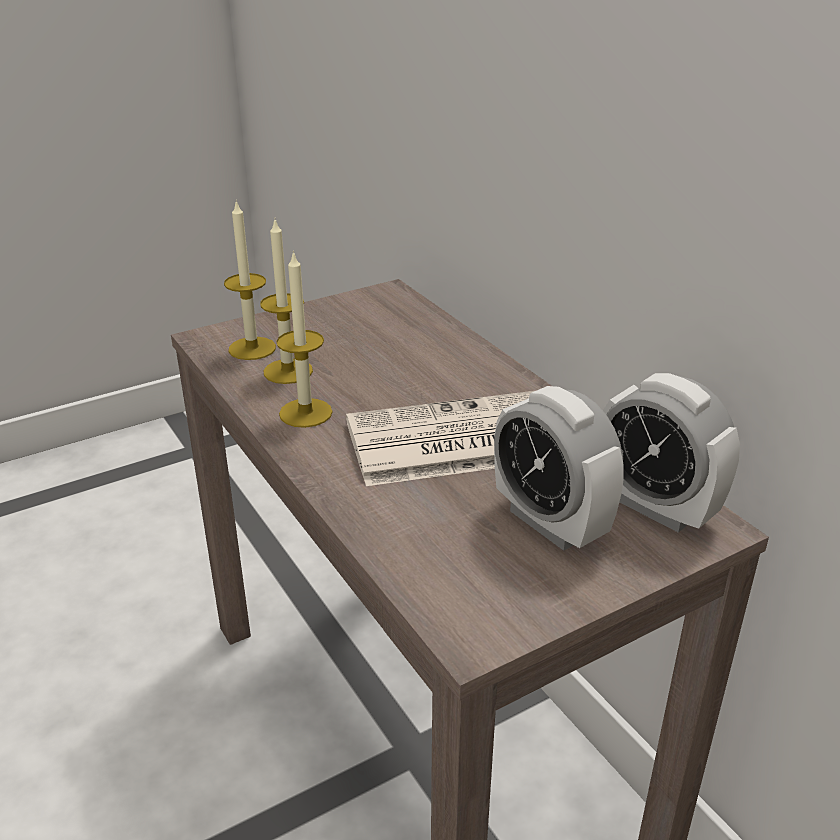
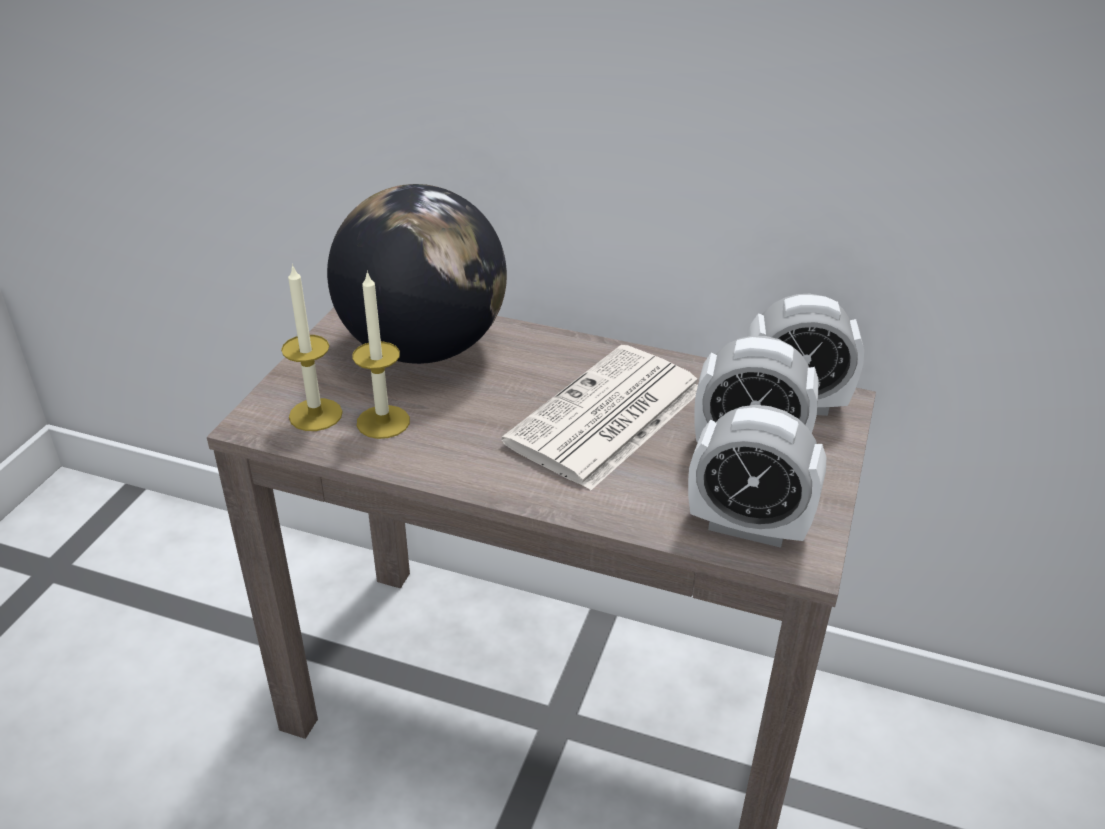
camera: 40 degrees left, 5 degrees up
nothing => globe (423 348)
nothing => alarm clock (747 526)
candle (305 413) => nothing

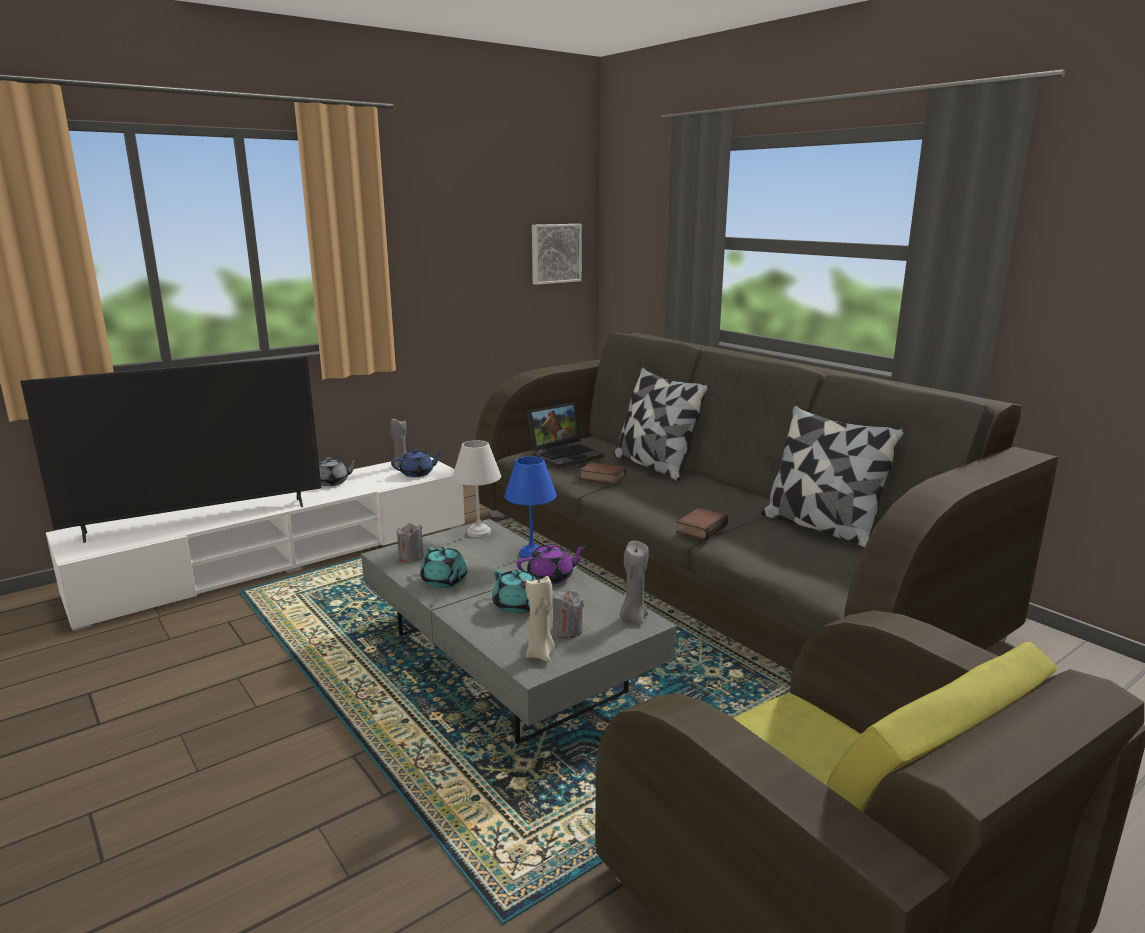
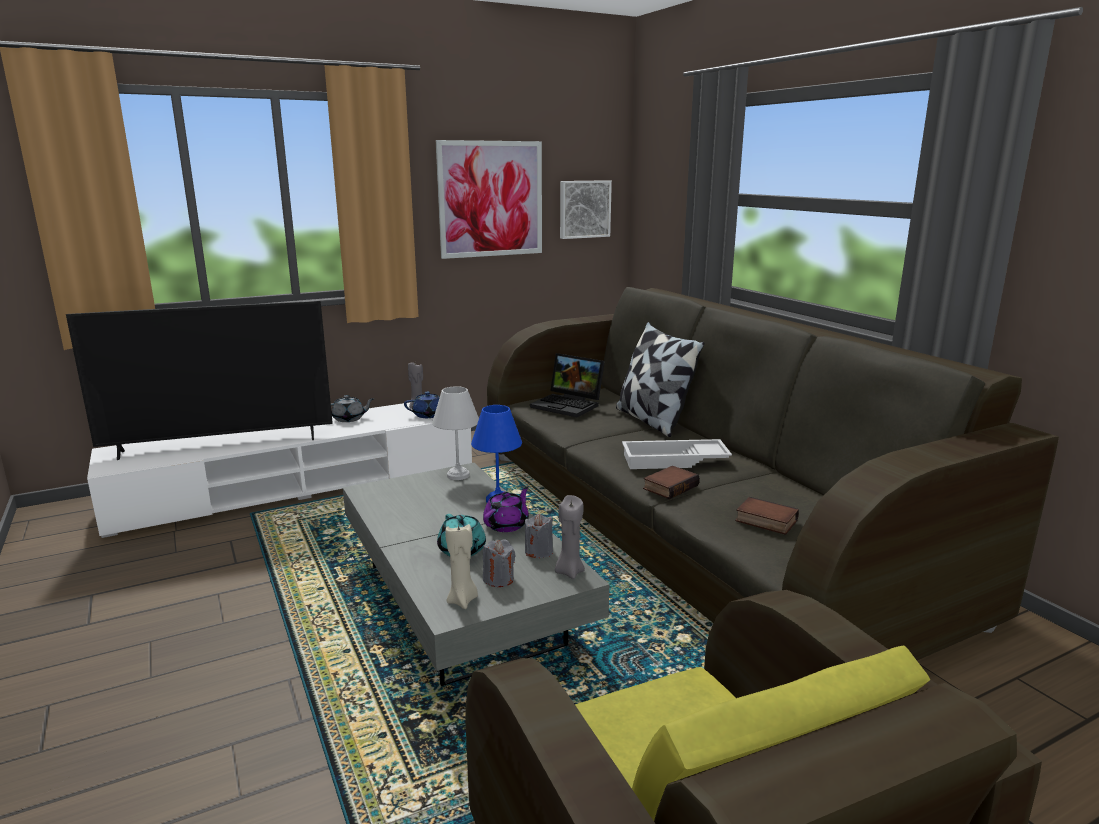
camera: 10 degrees right, 0 degrees up
nothing => picture (491 199)
teapot in purple (551 577) => teapot in purple (507 524), 45 degrees counterclockwise
candle in grey (411 557) => candle in grey (538 551), moved
laptop (565 455) => laptop (569 405), 60 degrees clockwise
nothing => tray in white (674 461)
book (601 478) => book (764 521), moved
teapot in turquoise (444 581) => nothing
pillow (821 527) => nothing

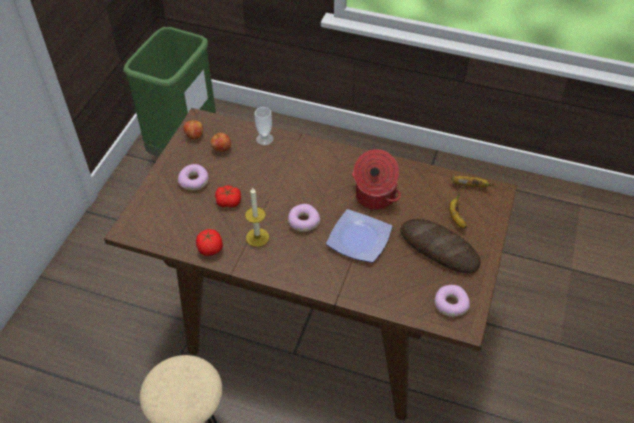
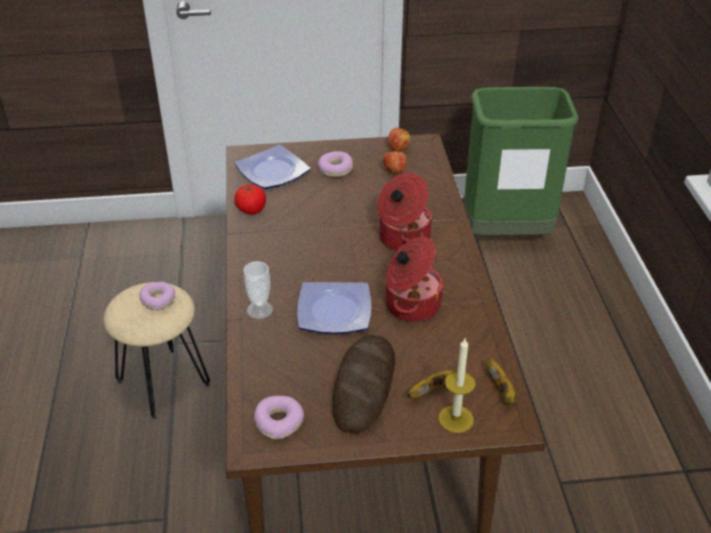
camera: 65 degrees right, 10 degrees down
donut (303 221) => donut (157 300), moved
nothing => plate (272 172)
cup (264 139) => cup (260 310), moved
nothing => cooking pot (403 238)
candle (257 237) => candle (456 419), moved
tomato (228 201) => nothing

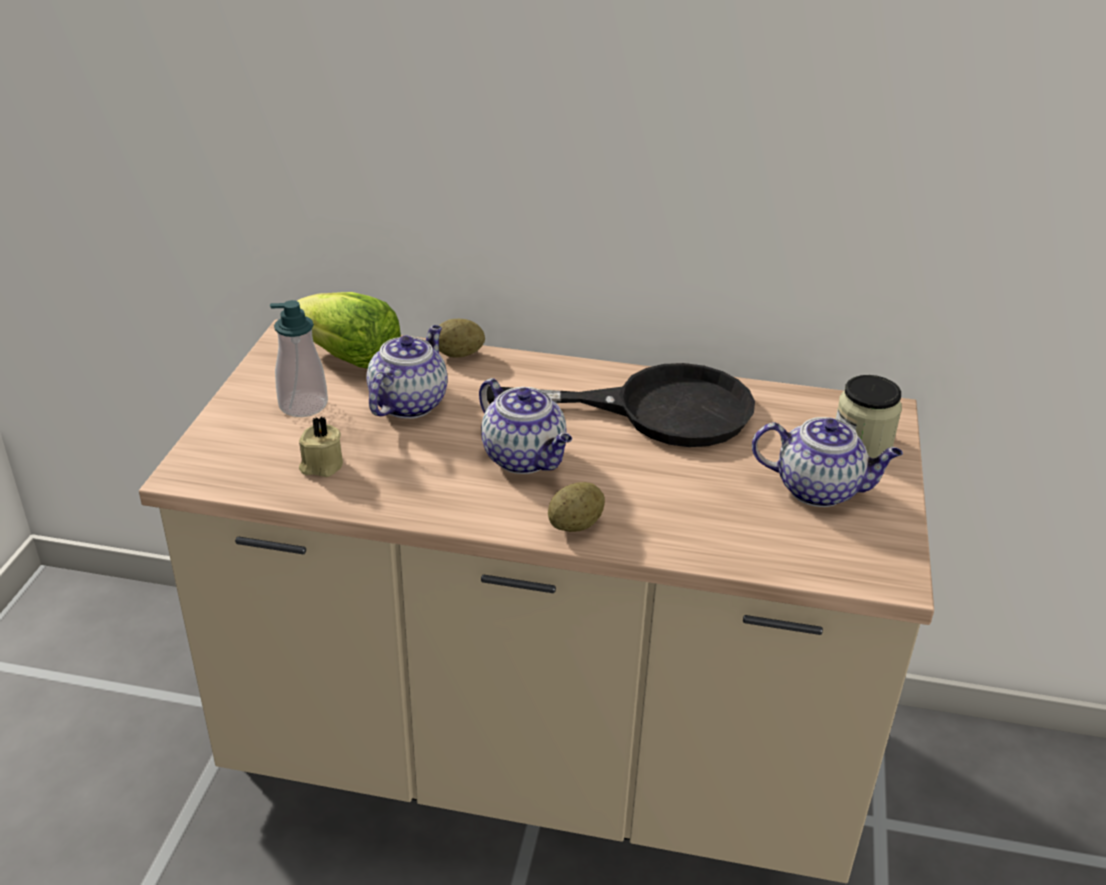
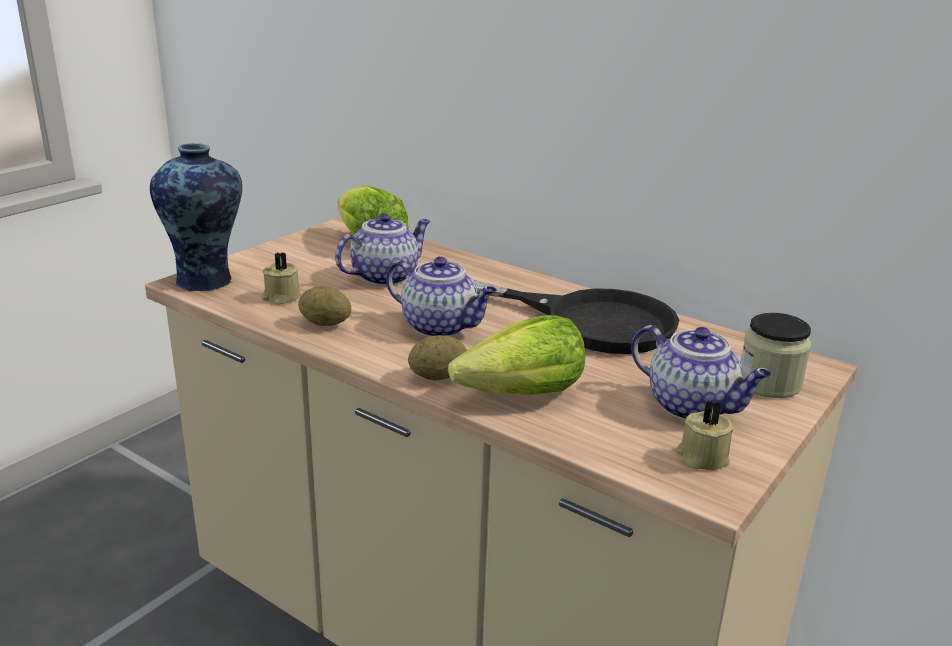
camera: 25 degrees right, 10 degrees down
nothing => vase (207 281)
potato (458 354) => potato (325 324), moved
teapot (525 458) => teapot (441 327), 45 degrees counterclockwise
nothing => lettuce (523 395)
nothing => candle in beige (701 457)
soap dispenser (303 405) => nothing

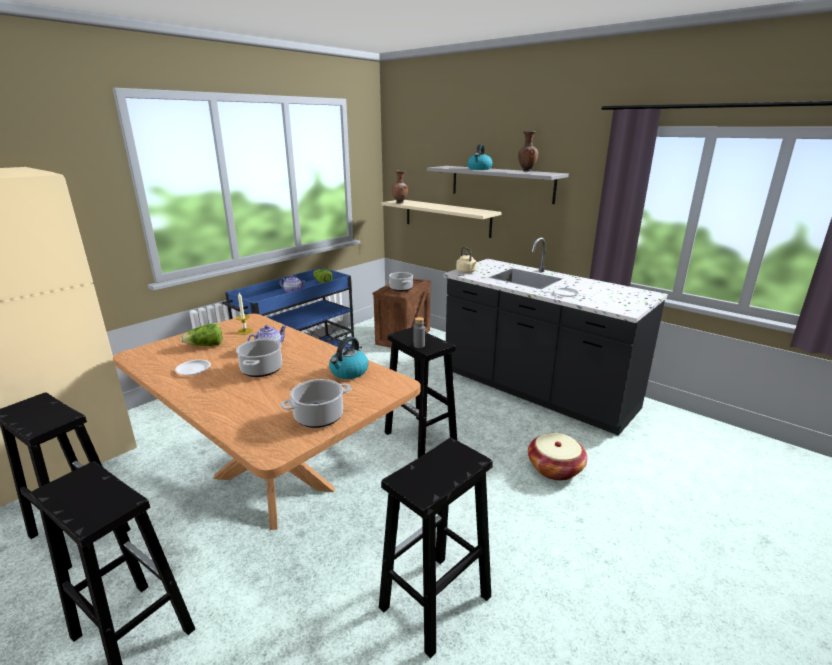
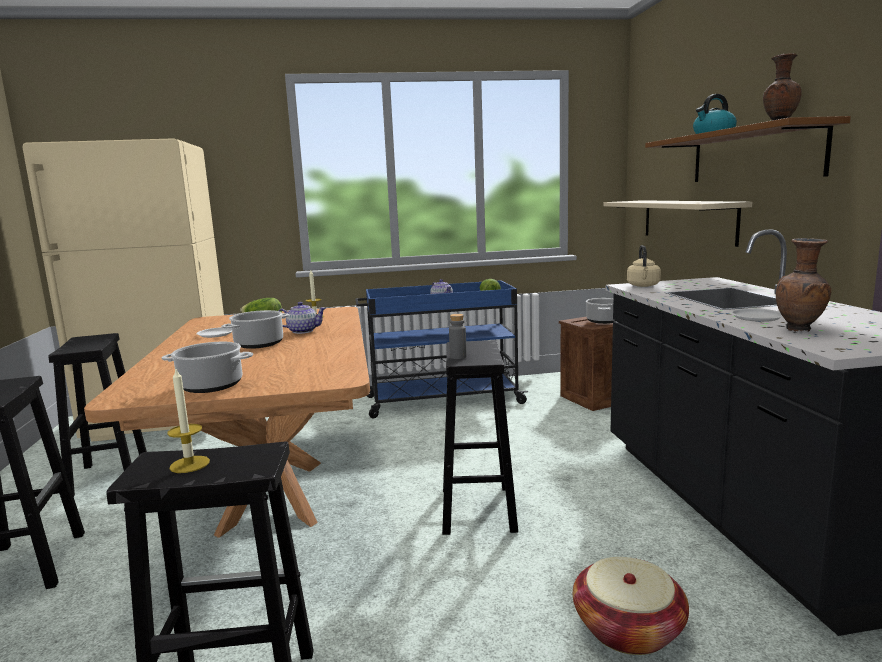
camera: 40 degrees right, 10 degrees down
nothing => candle (189 464)
shelf in grey (501 184) => shelf in brown (753 155)
vase in brown (400 203) => vase in brown (800 330), moved
kettle (348 372) => nothing

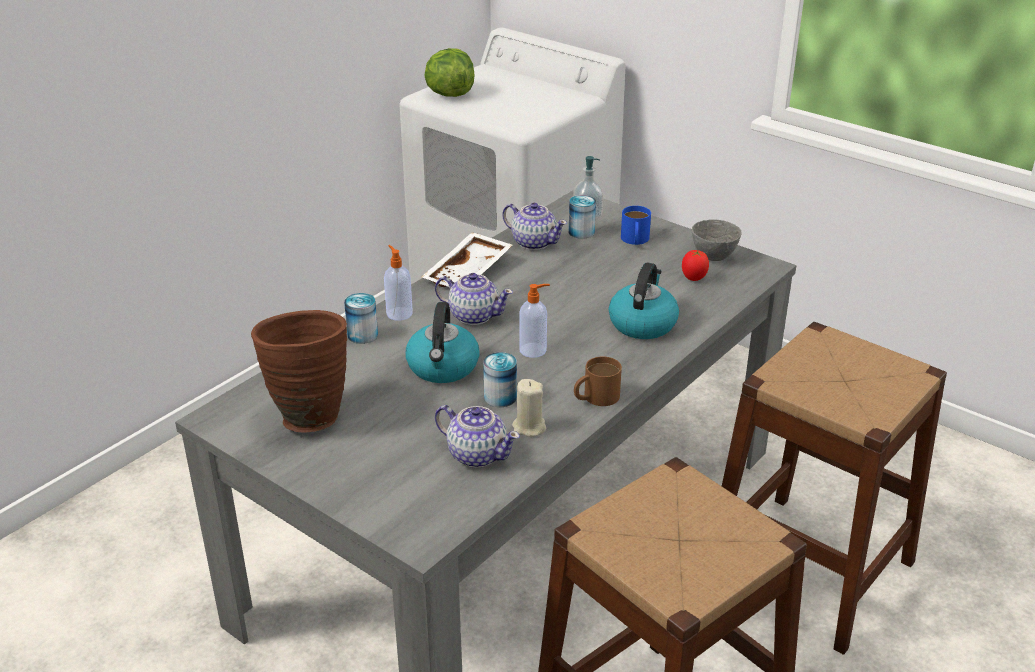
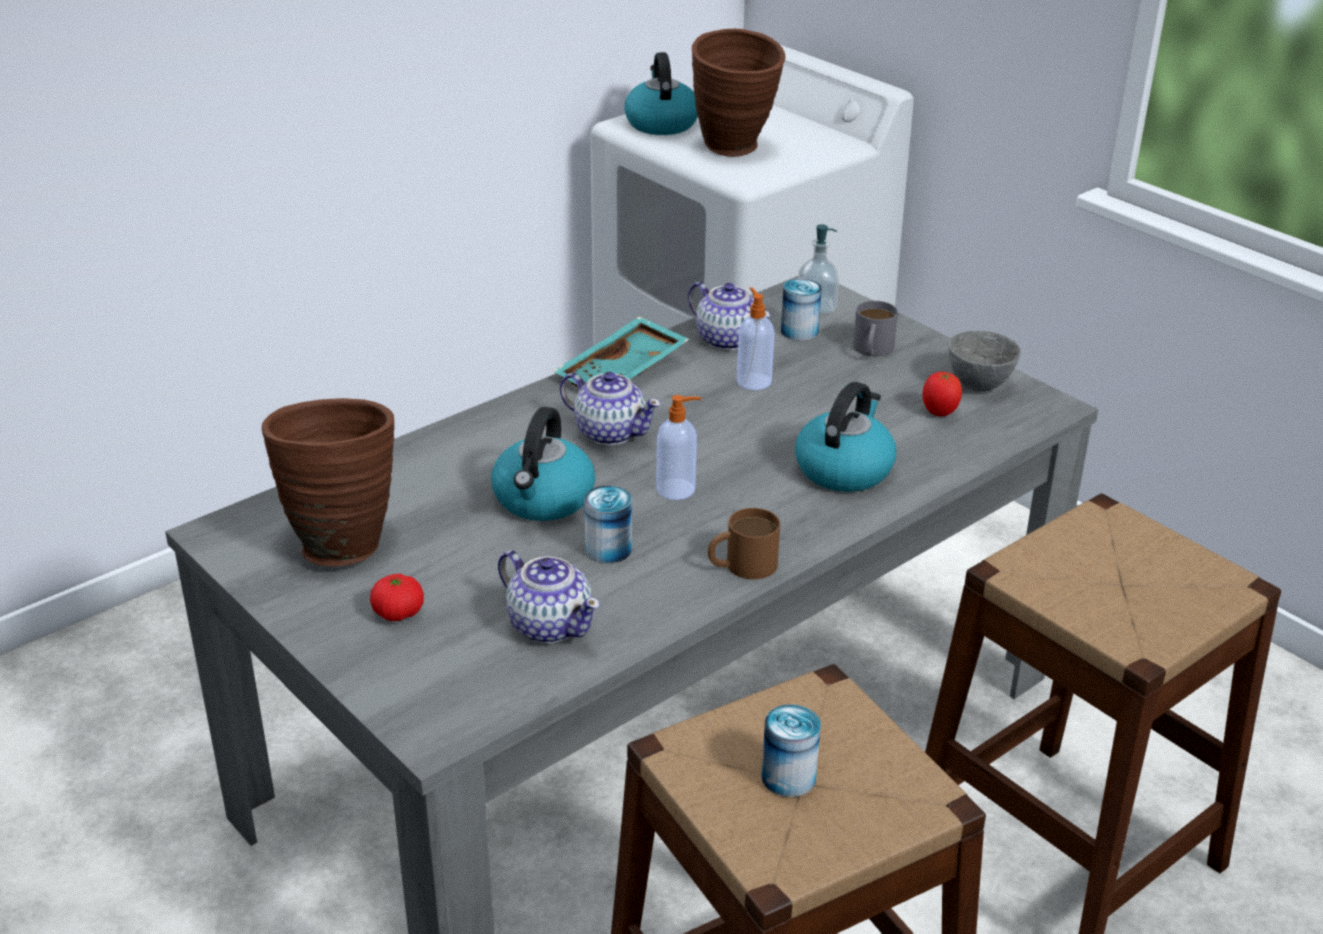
camera: 10 degrees right, 0 degrees up
nothing => tomato (398 612)
tray in white (469 273) => tray in turquoise (623 372)
lettuce (449 94) => kettle (661 123)
nothing => vase in brown (735 151)
soap dispenser (399 313) => soap dispenser (753 381), moved
can (362 335) => can (788 777), moved
mug in blue (635 240) => mug in grey (872 350)
candle in beige (529 427) => nothing

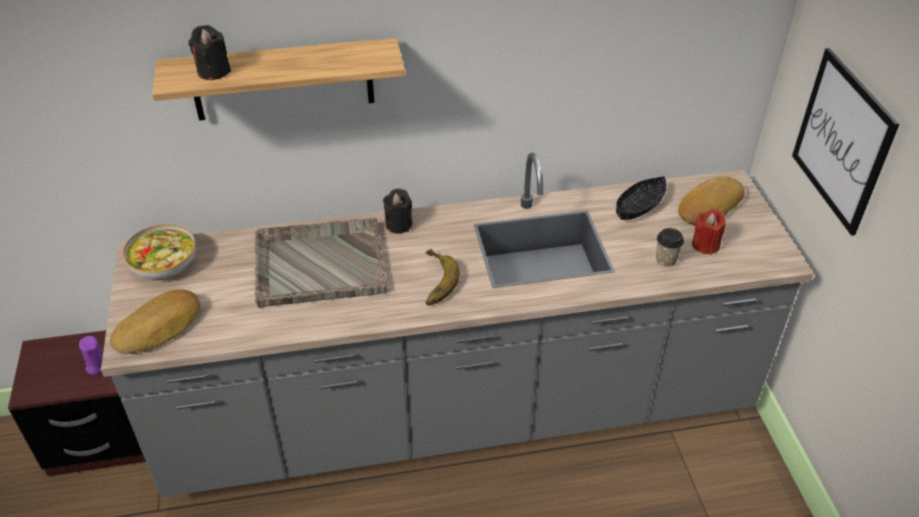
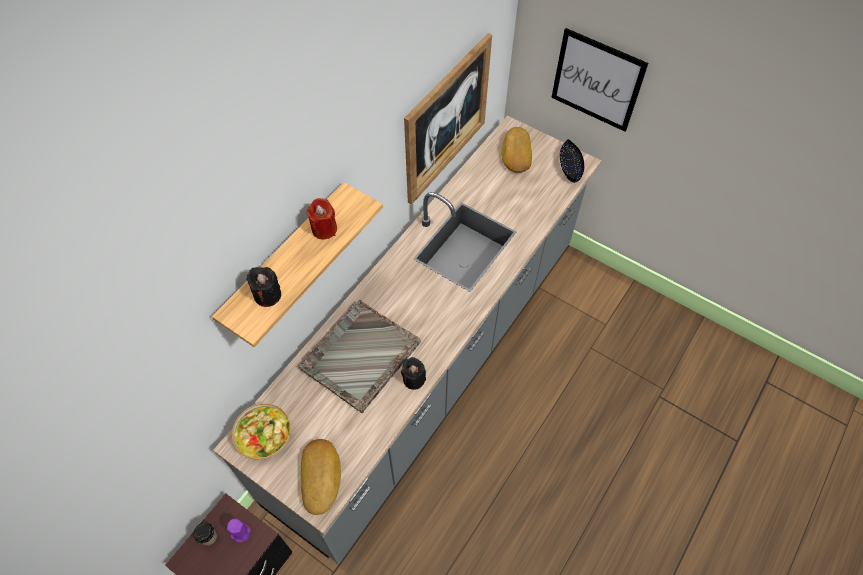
camera: 45 degrees left, 15 degrees up
cup (666 260) => cup (209 537), moved
candle in red (705 245) => candle in red (324 229), moved
candle in black (398 224) => candle in black (413 379), moved
nothing => picture (446 120)
bowl in black (640 205) => bowl in black (570 166), moved
banana (432 281) => nothing

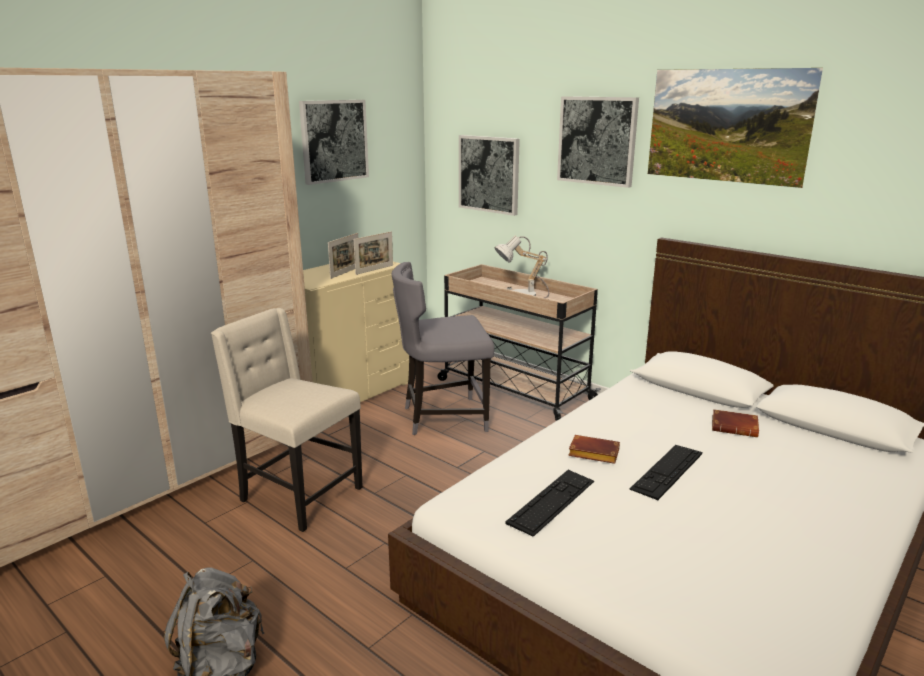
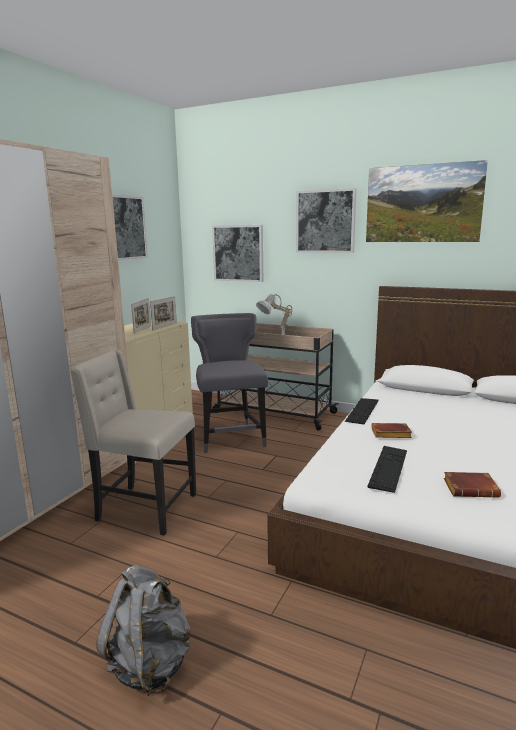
camera: 15 degrees left, 5 degrees down
chair in grey (442 417) => chair in grey (231 437), 105 degrees clockwise
keyboard (667 471) => keyboard (362 410), moved
book in brown (735 427) => book in brown (471 488), moved

